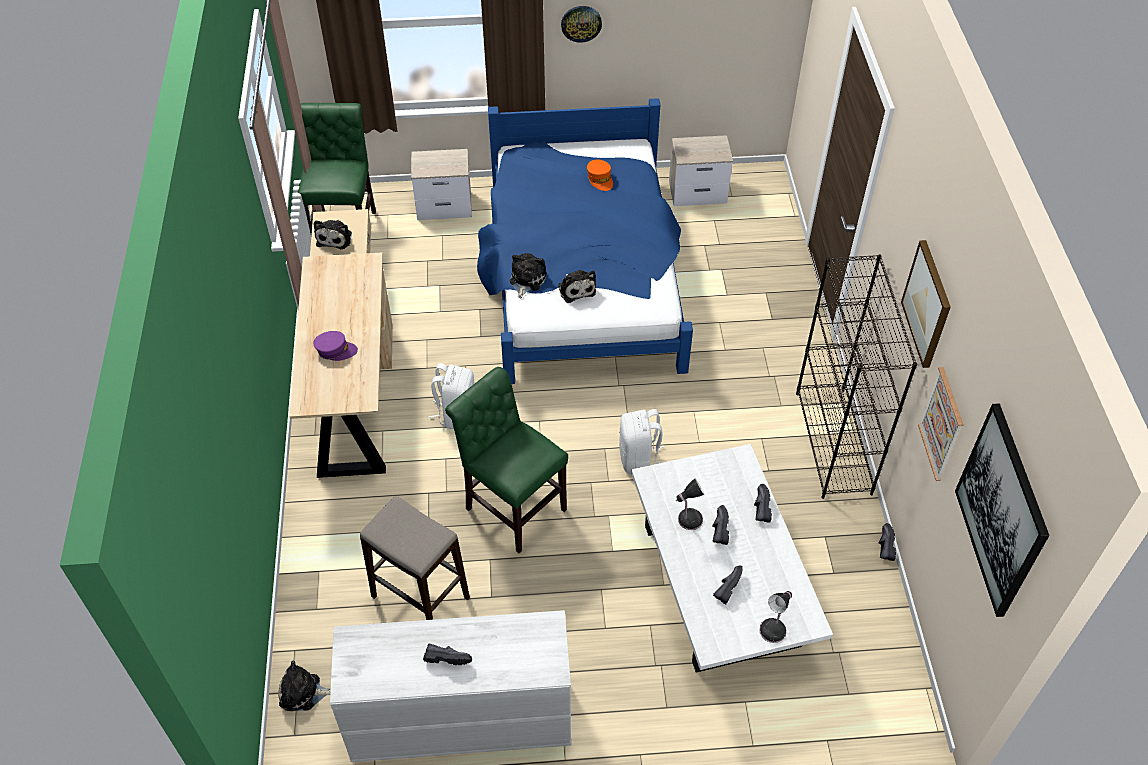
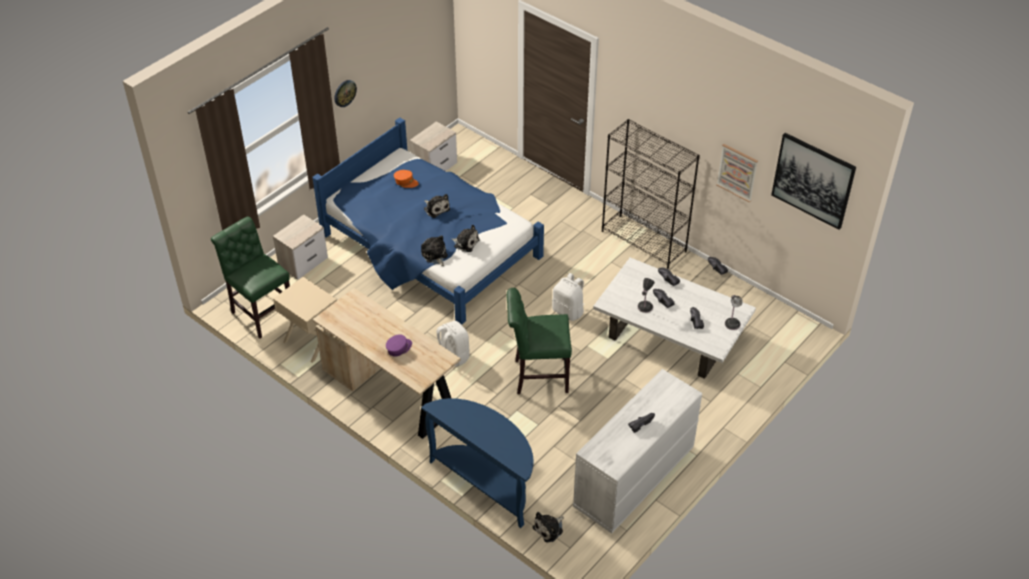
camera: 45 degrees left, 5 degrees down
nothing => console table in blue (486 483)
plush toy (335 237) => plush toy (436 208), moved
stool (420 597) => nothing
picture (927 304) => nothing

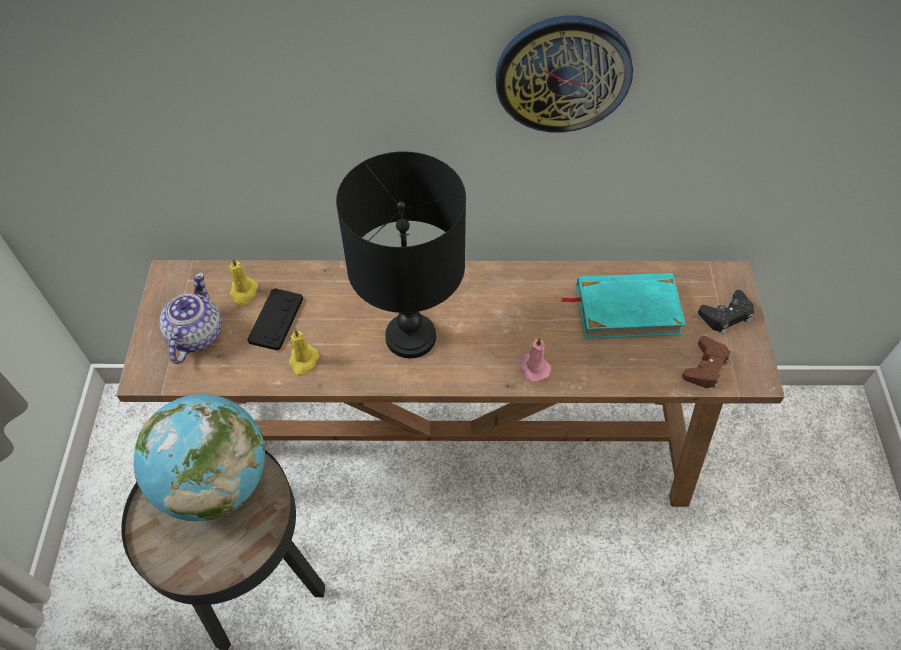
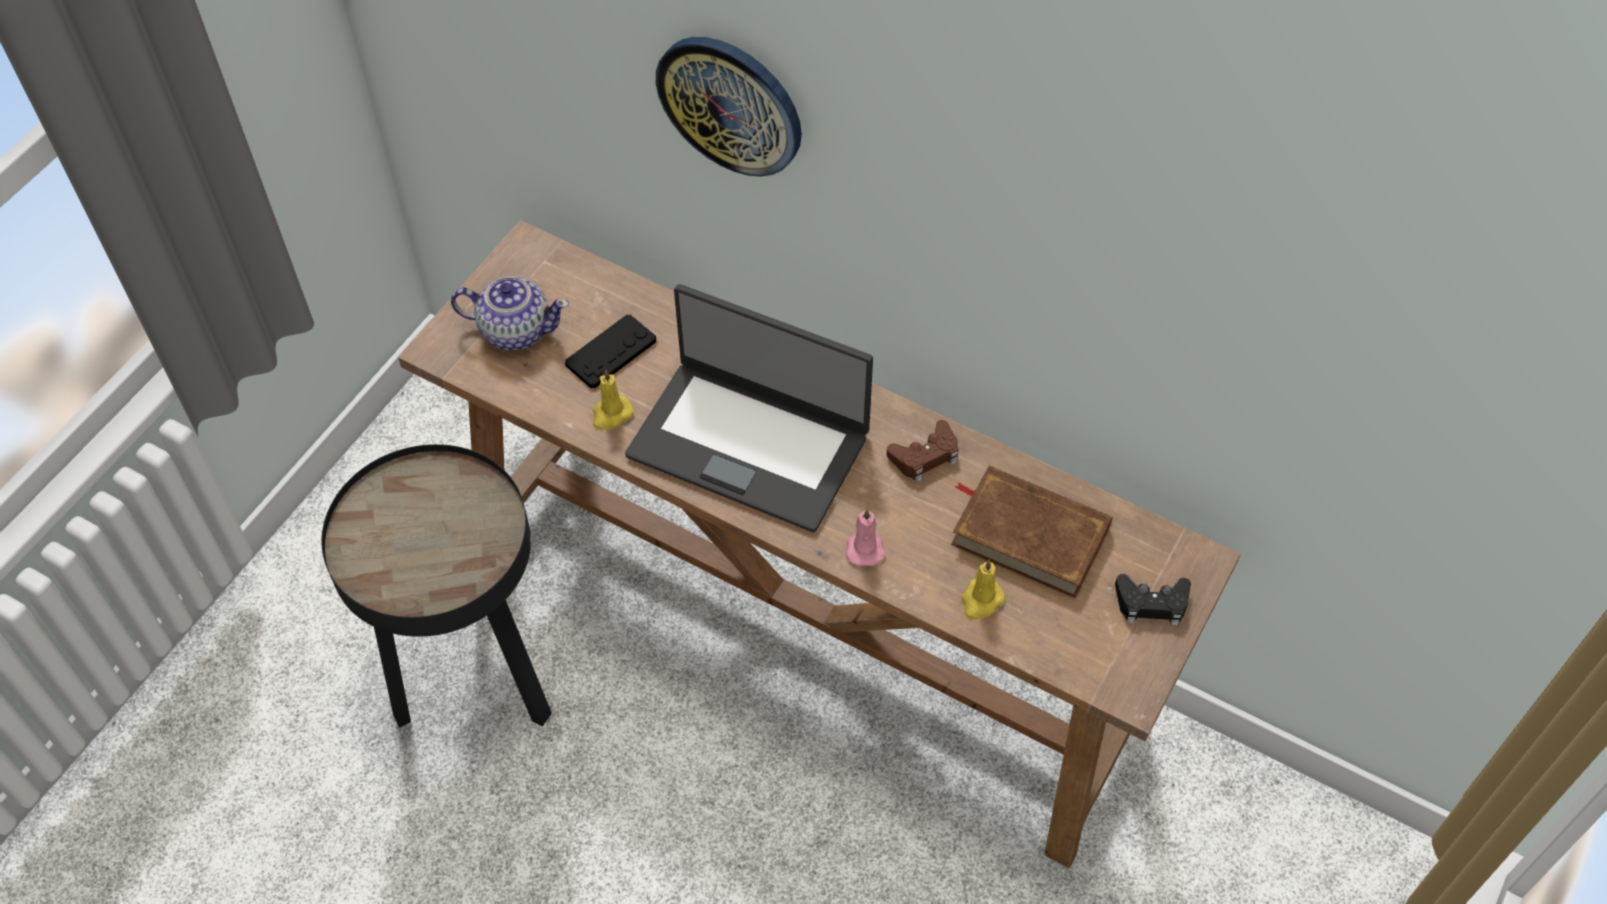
camera: 30 degrees right, 0 degrees up
teapot (195 335) => teapot (515 329), 60 degrees clockwise
table lamp in black (411 336) => laptop (749 443)
wall clock (563 74) => wall clock (731 104), moved
game controller in brown (705 367) => game controller in brown (925 456), moved
book in turquoise (626 309) => book in brown (1030 535)
candle in yellow (244 292) => candle in yellow (981 601), moved
globe (215 482) => nothing

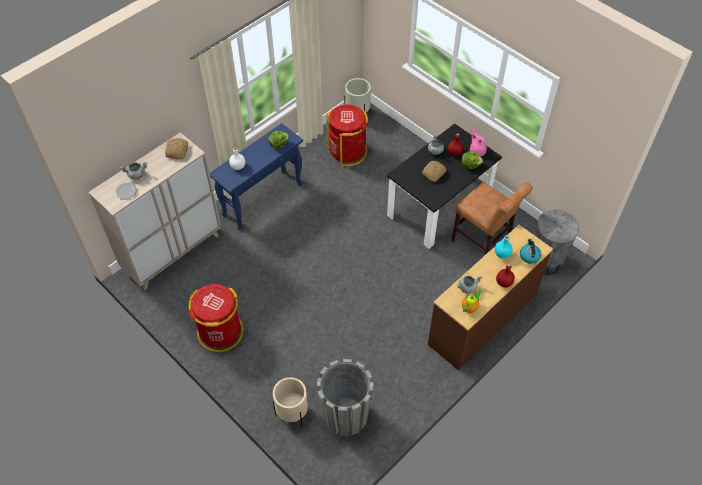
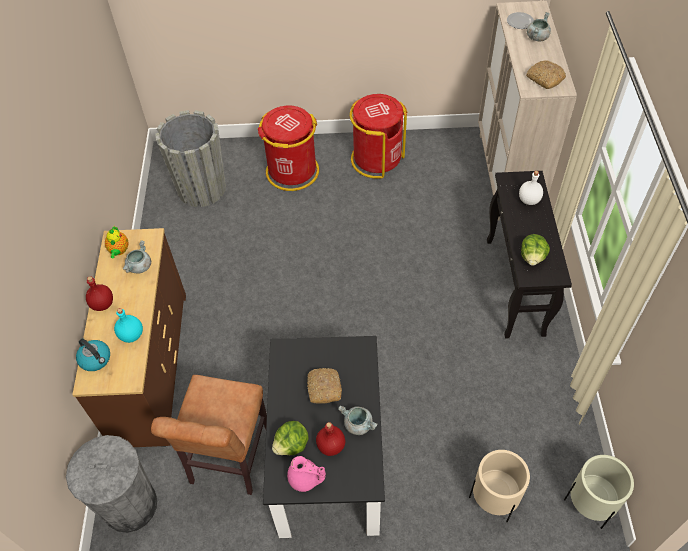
camera: 135 degrees right, 0 degrees up
chair in brown (483 243) => chair in brown (228 460), 75 degrees counterclockwise
trash can in red (347 151) => trash can in red (292 172), moved
planter in beige (292 413) => planter in beige (494 500), moved
console table in blue (263 199) => console table in black (515 287)

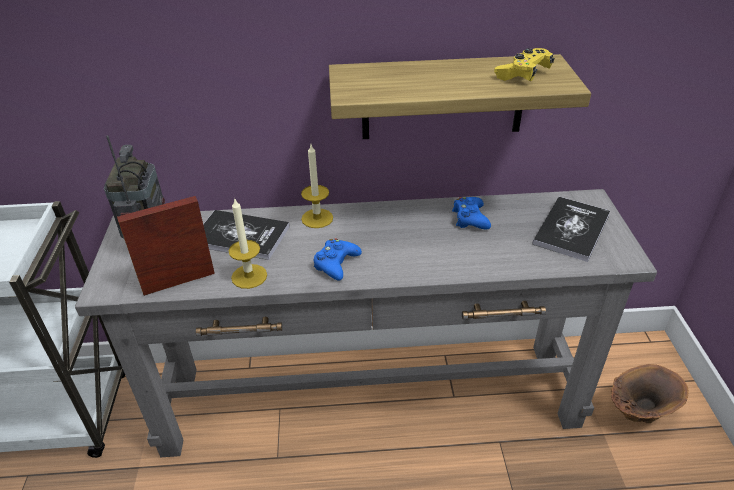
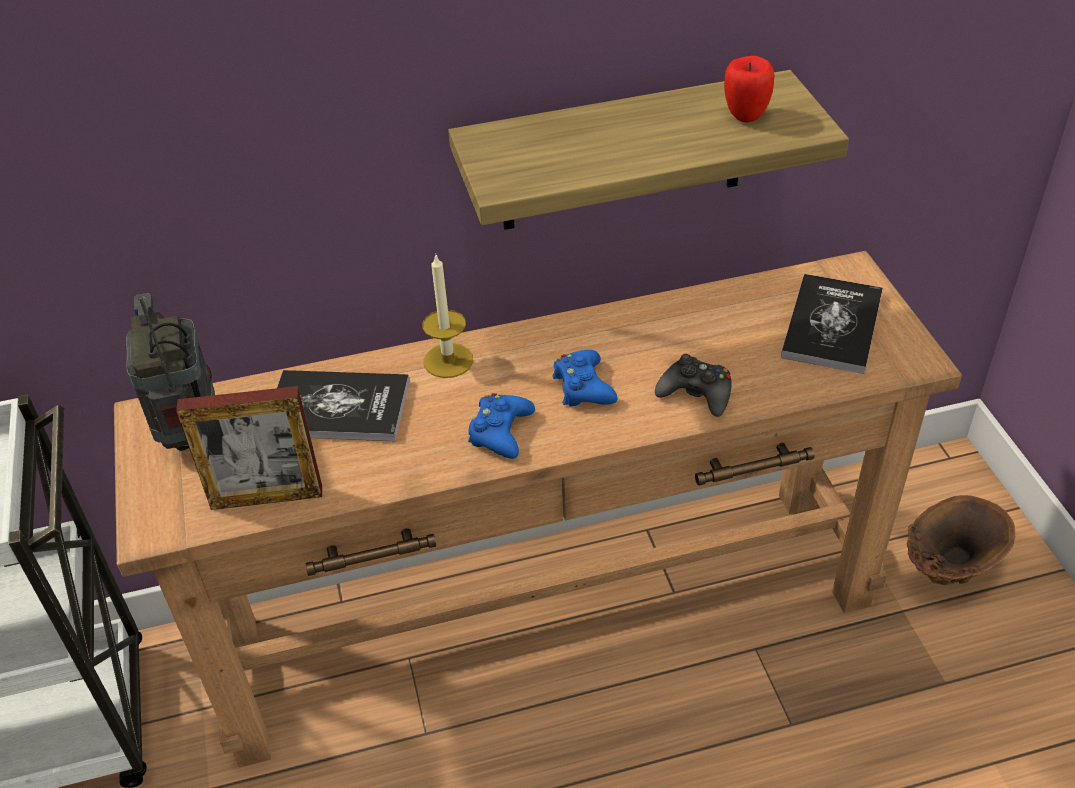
camera: 10 degrees left, 5 degrees up
console table in grey (370 398) => console table in brown (547 616)
picture frame (178 281) => picture frame (267 497), 150 degrees counterclockwise
game controller in blue (470 218) => game controller in blue (583 387), moved
nothing => game controller in black (696 393)
game controller in yellow (523 75) => apple (745 116)
candle (249 276) => nothing

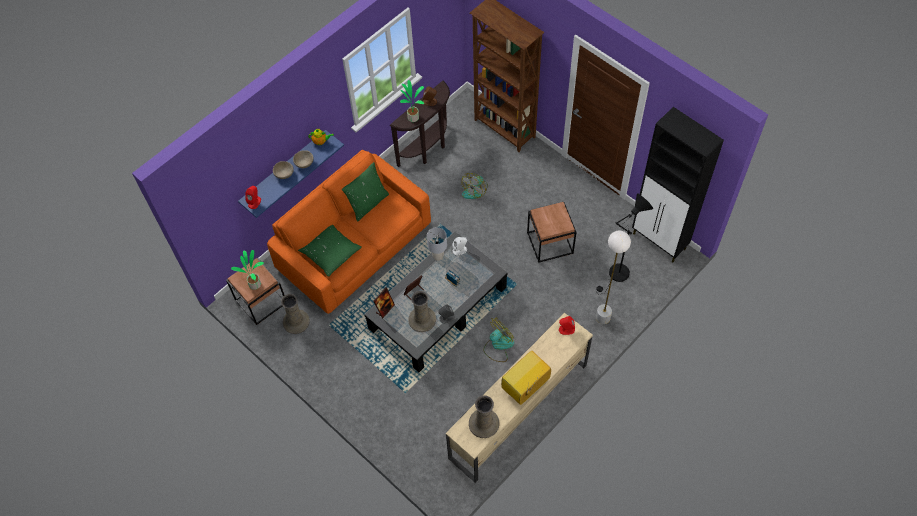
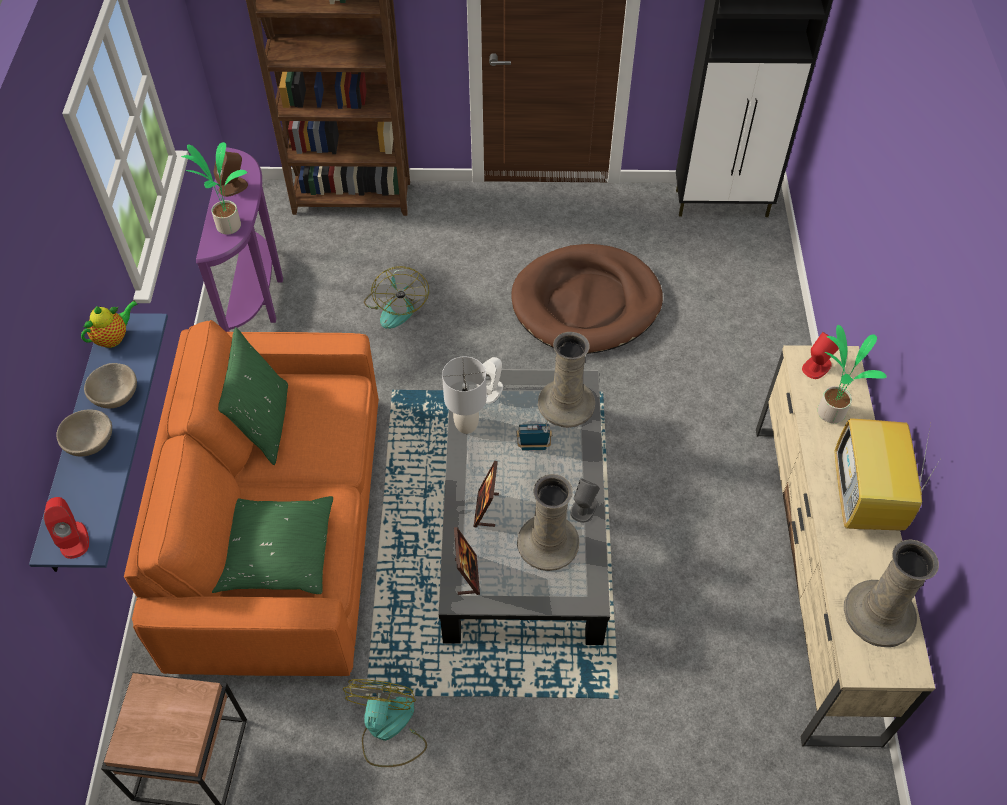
camera: 45 degrees left, 5 degrees down
console table in brown (427 149) => console table in purple (258 299)
fan (498 346) => fan (388 730), moved
side table in brown (550 243) => dog bed in brown (586 303)
vase in beige (296 322) => vase in beige (566 404), moved
potted plant (255 283) => potted plant (830 411), moved
floor lamp in black (616 276) => nothing
floor lamp in white (603 317) => nothing

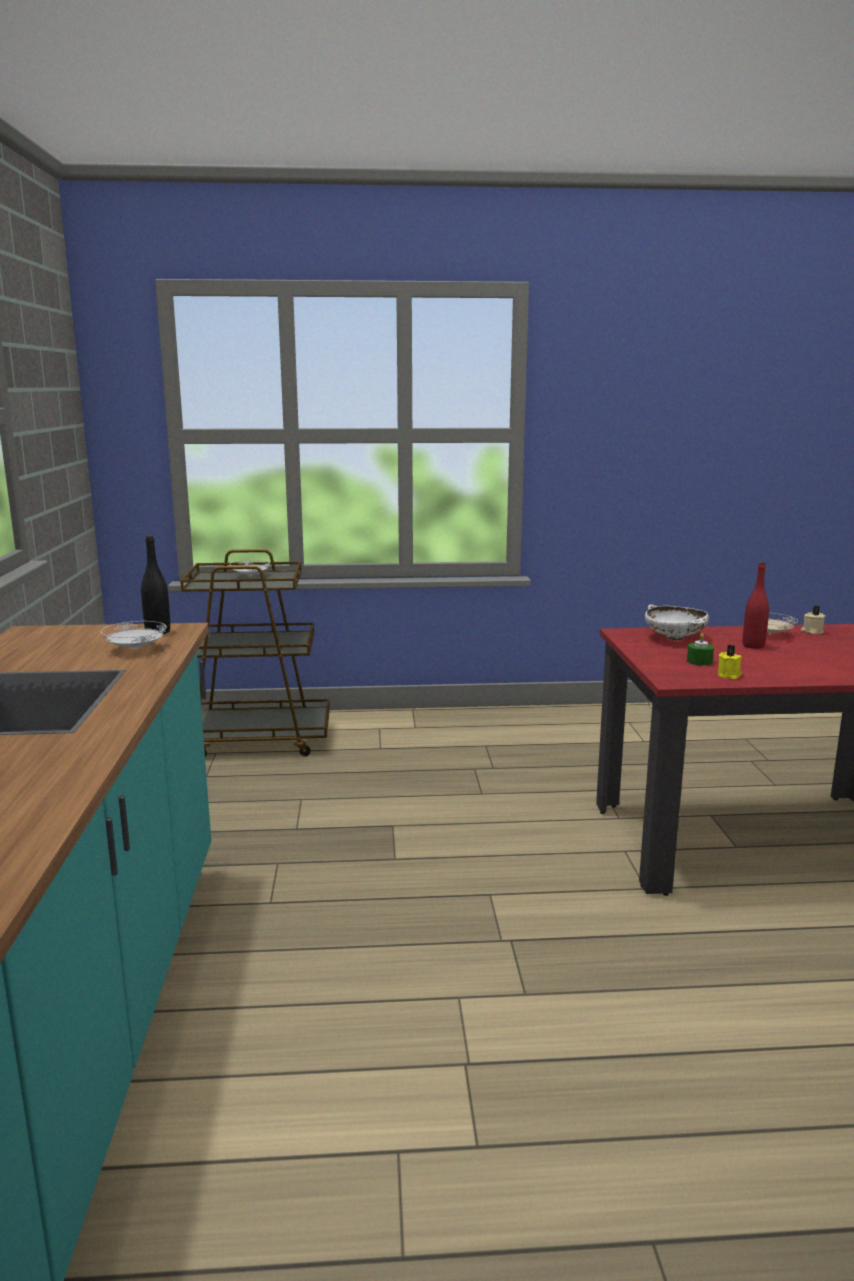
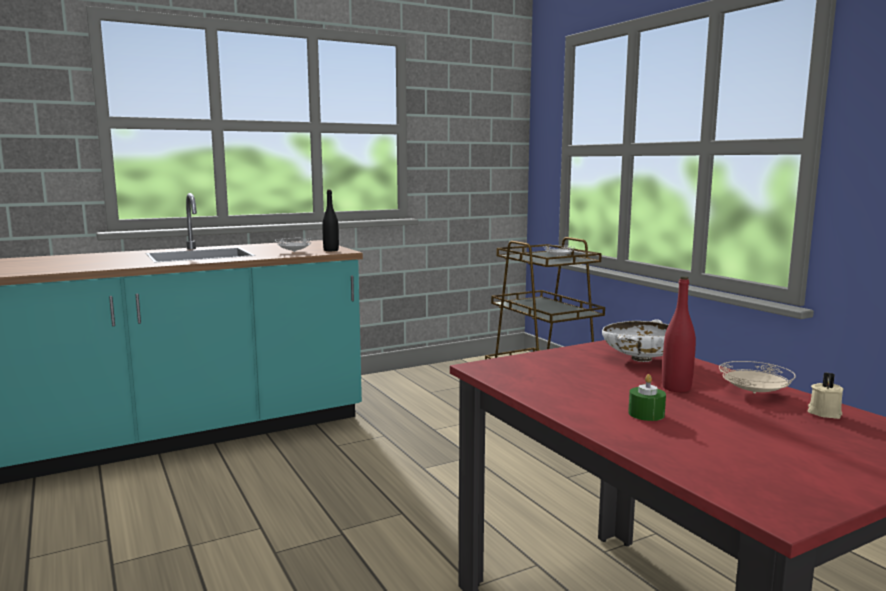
camera: 65 degrees right, 5 degrees down
candle in green (699 661) => candle in green (646 414), moved
candle in yellow (729 675) => nothing

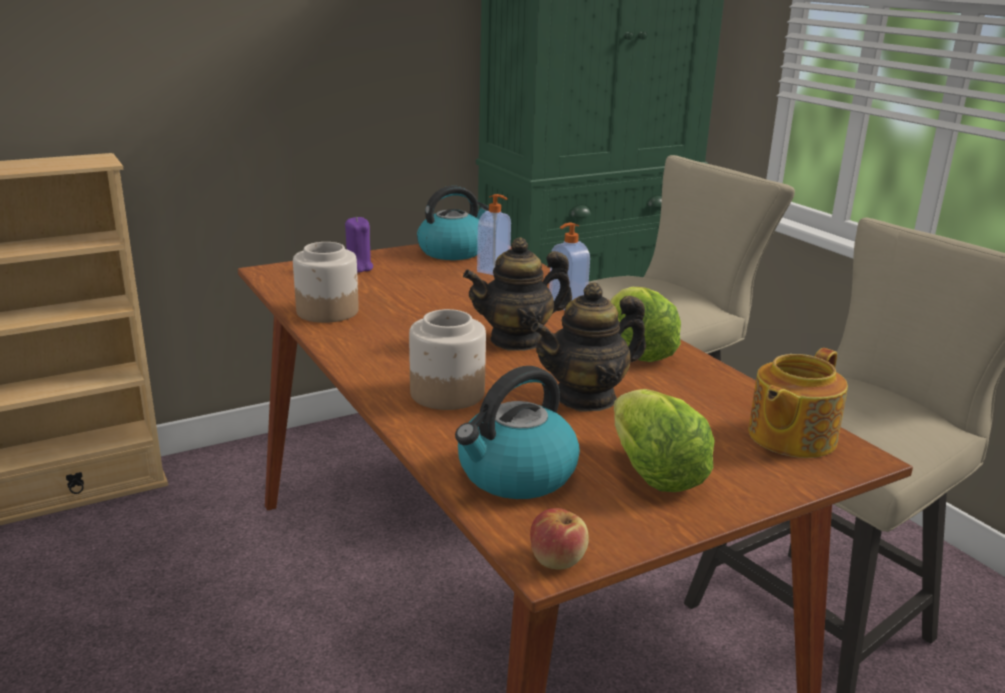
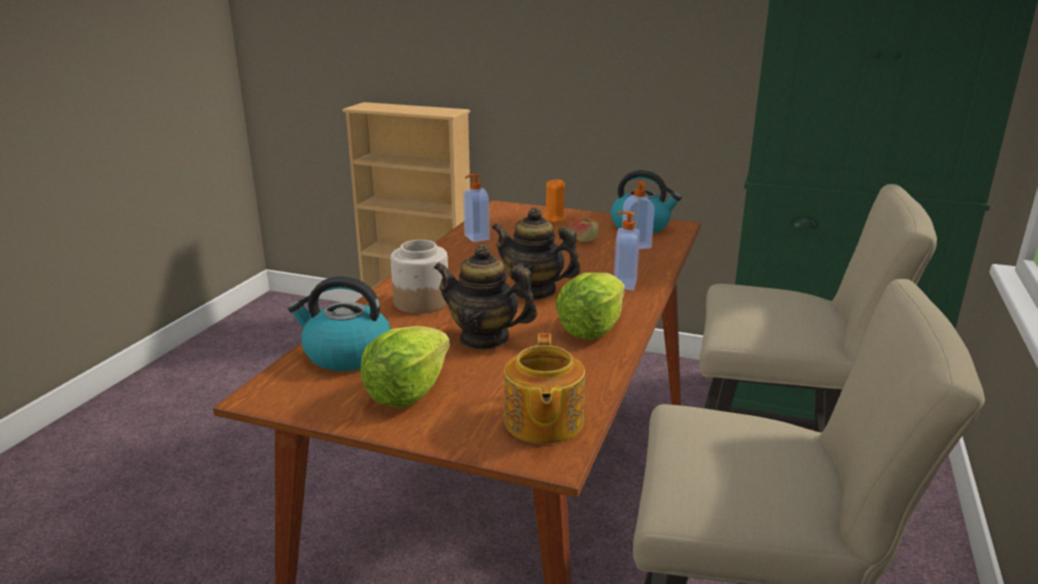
camera: 50 degrees right, 0 degrees up
jar (328 311) => soap dispenser (476 238)
teapot (789 437) => teapot (542 422), 90 degrees counterclockwise
candle in purple (358 268) => candle in orange (554 219)
apple (557 559) => apple (585 240), moved

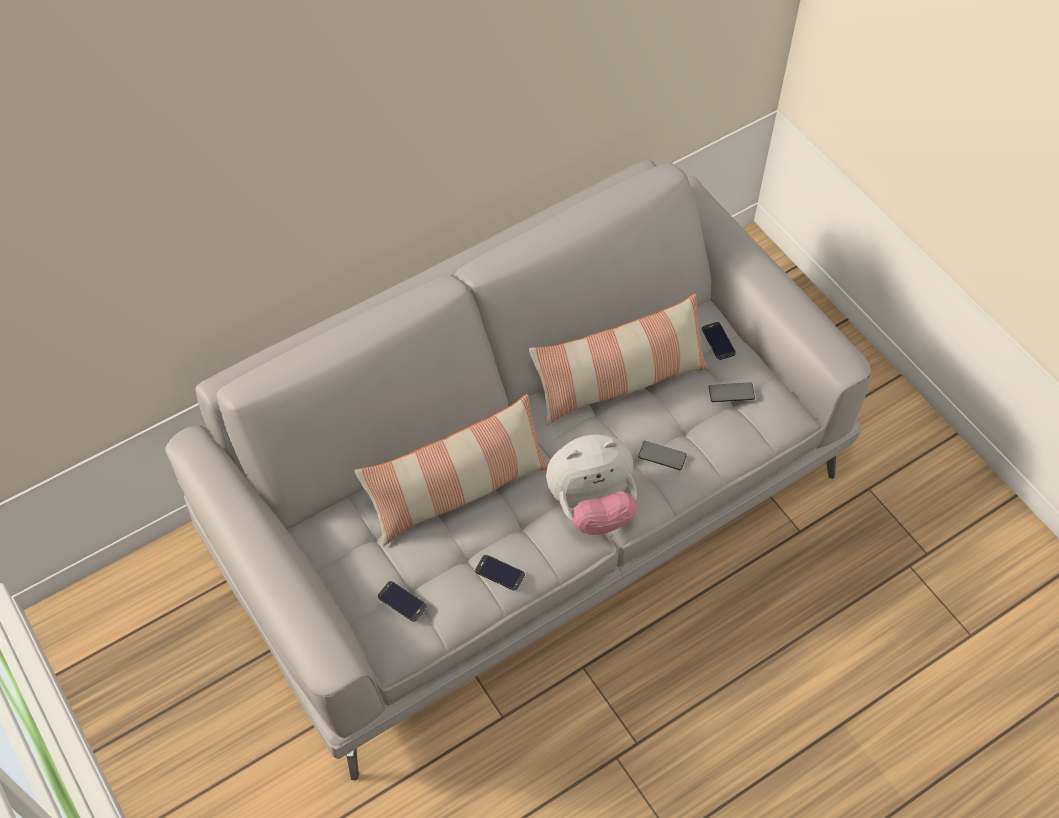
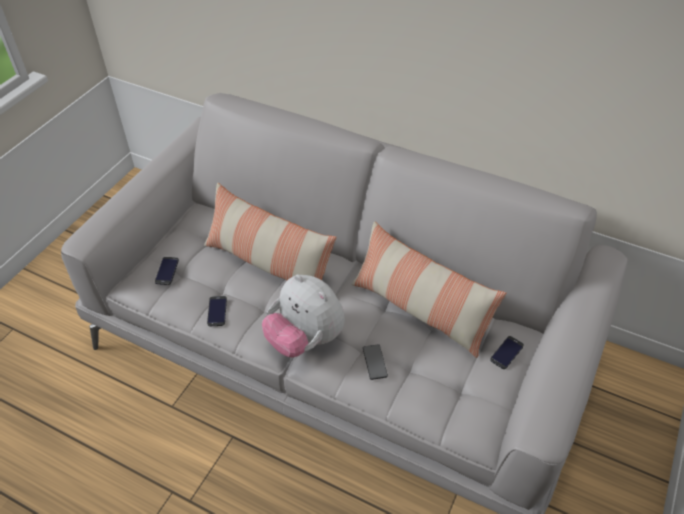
camera: 60 degrees right, 10 degrees down
phone (731 393) => nothing

